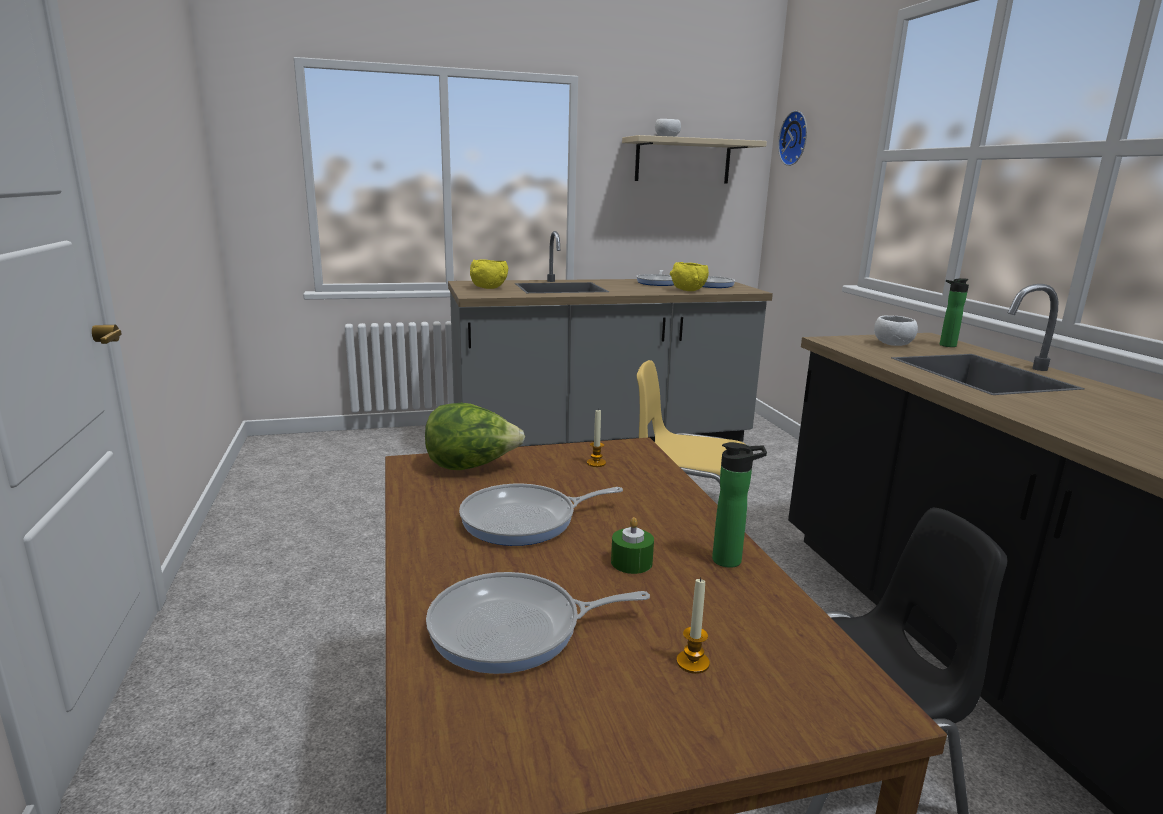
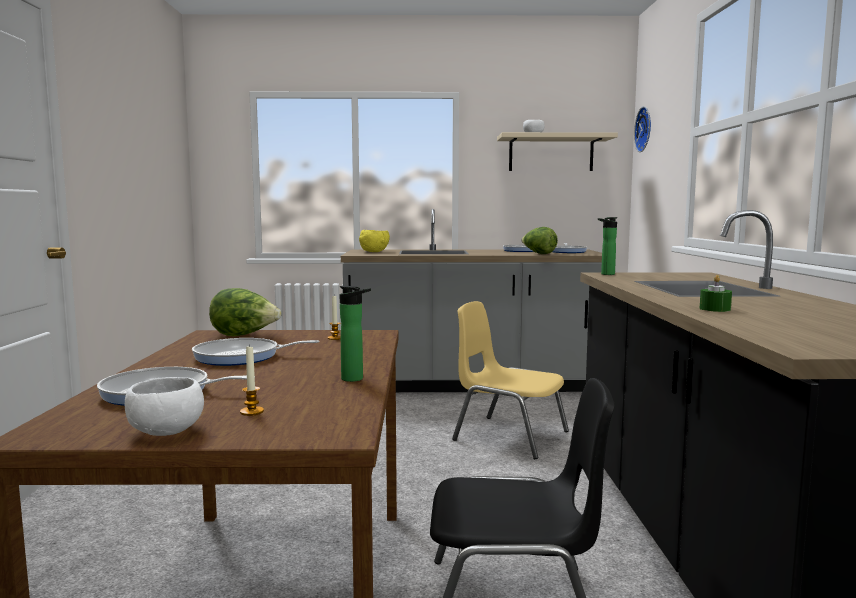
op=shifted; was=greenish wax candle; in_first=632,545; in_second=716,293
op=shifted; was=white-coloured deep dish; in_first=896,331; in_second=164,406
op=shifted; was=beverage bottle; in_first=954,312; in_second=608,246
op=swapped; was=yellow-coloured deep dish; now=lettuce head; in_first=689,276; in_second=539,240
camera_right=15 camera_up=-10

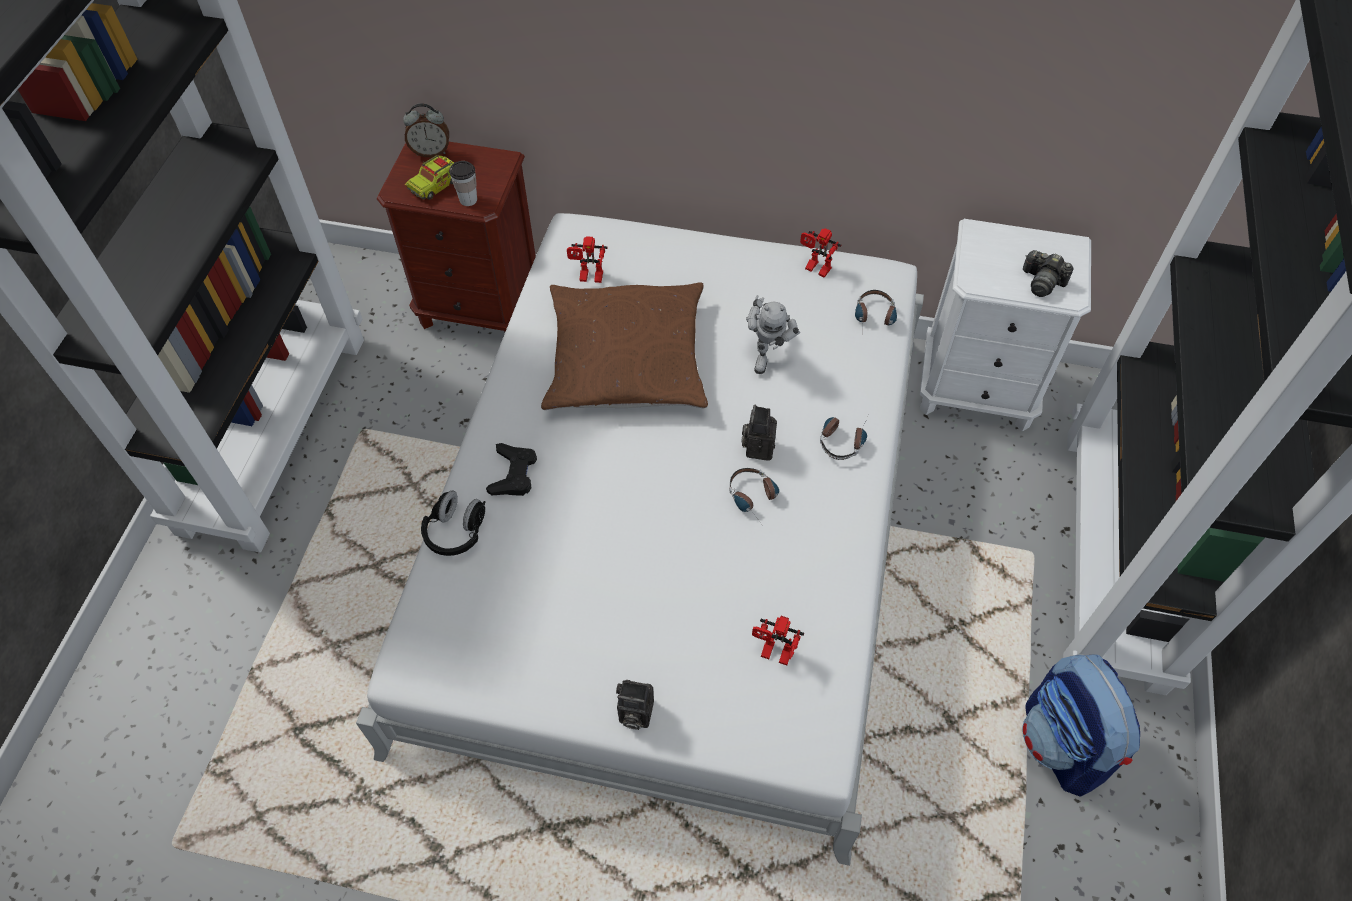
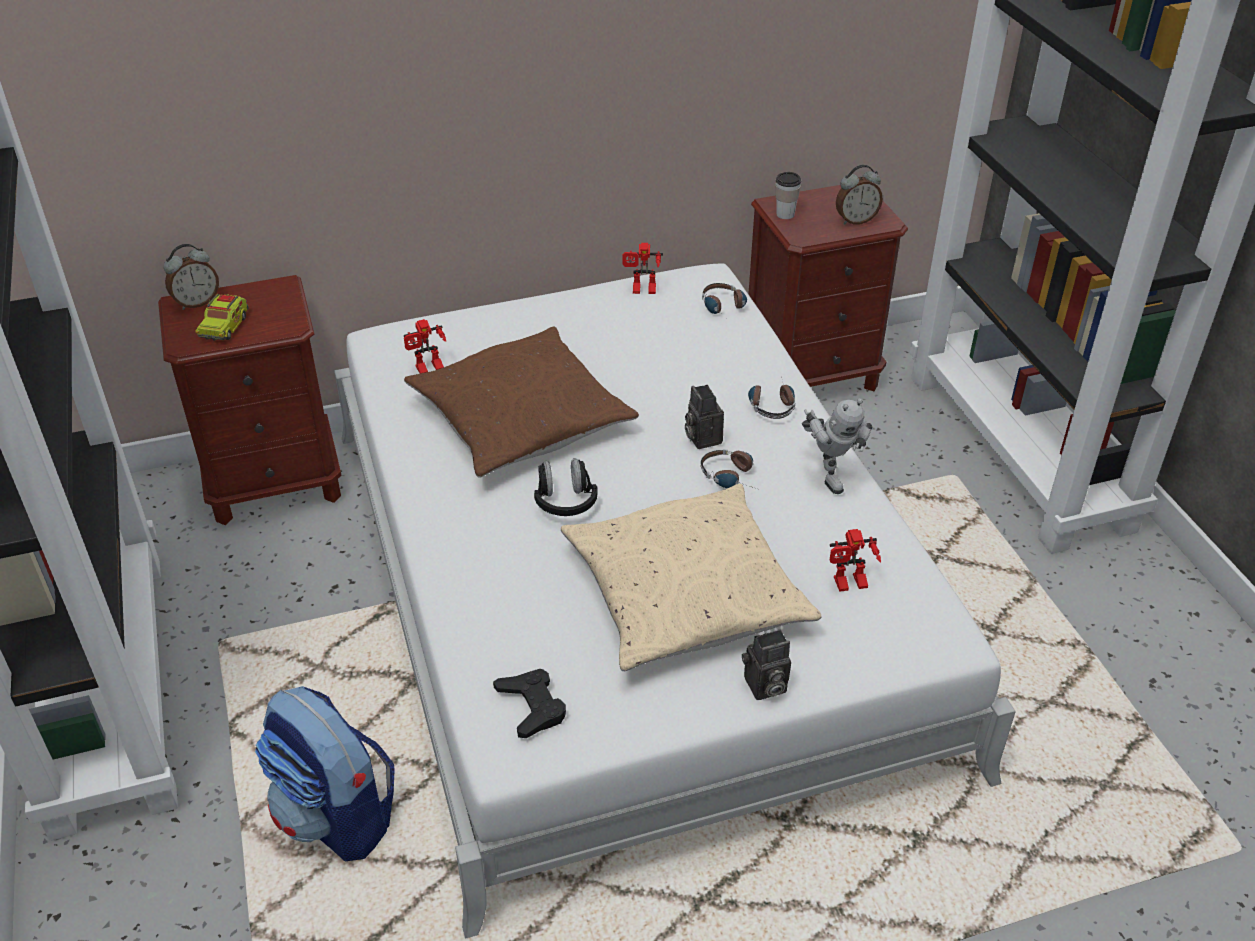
op=new; now=beige throw pillow; in_second=691,577
op=shifted; was=blackish headset; in_first=453,523; in_second=566,487
op=shifted; was=drinking cup; in_first=463,183; in_second=788,195
op=shifted; was=blackish game controller; in_first=511,469; in_second=529,703
op=shifted; was=toy robot; in_first=773,334; in_second=837,446
op=shifted; was=knapsack; in_first=1081,725; in_second=325,773
op=swapped; was=still camera; now=bedside clock; in_first=1048,273; in_second=859,195
op=repainted; was=white-coloured bedside table; now=brown bedside table; in_first=1005,325; in_second=828,288
camera_right=-30 camera_up=-15

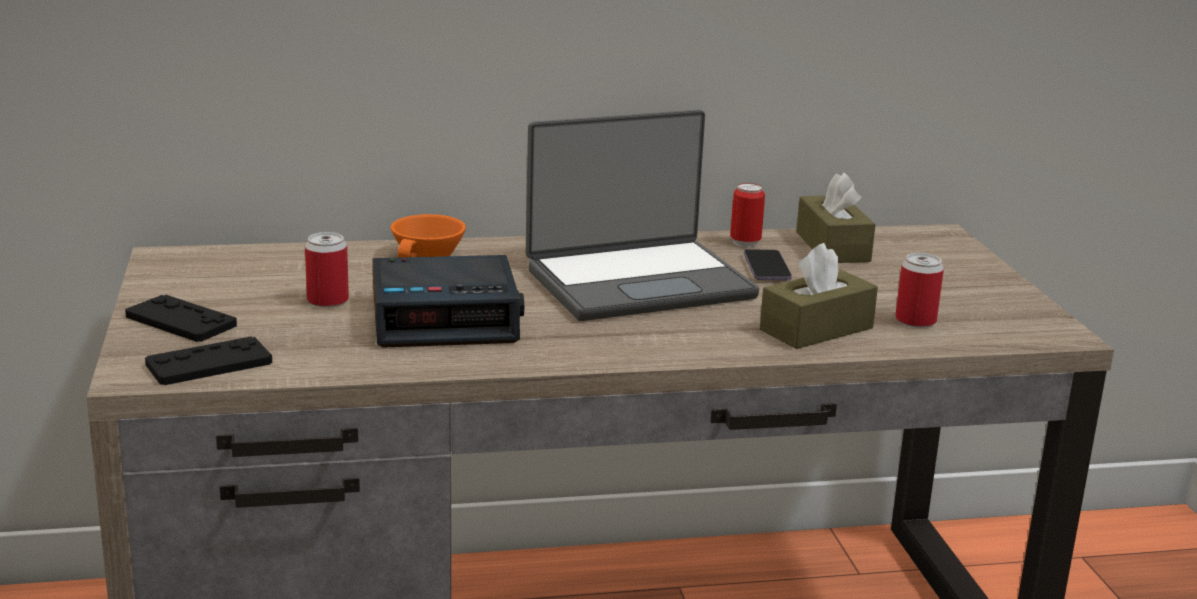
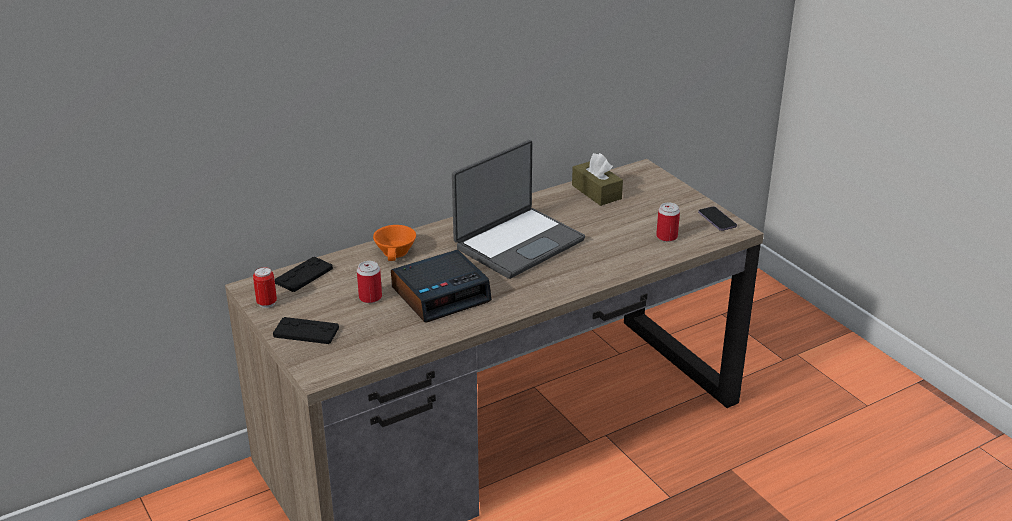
op=gone; was=brown box of tissues; in_first=819,296
op=shifted; was=blackish game controller; in_first=208,361; in_second=304,274
op=shifted; was=sealed can; in_first=747,215; in_second=265,287
op=shifted; was=telephone; in_first=768,264; in_second=717,219
camera_right=-20 camera_up=10

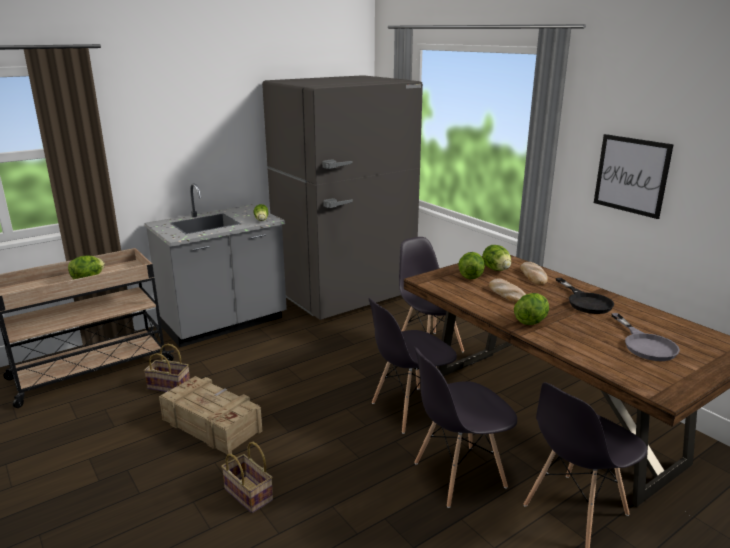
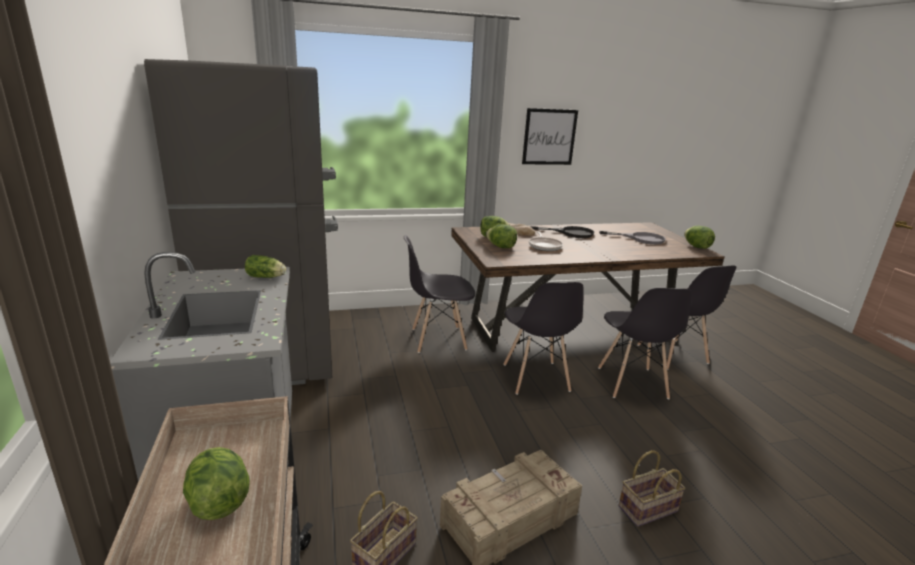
op=shifted; was=lettuce head; in_first=531,309; in_second=699,237
op=swapped; was=bread; now=frying pan; in_first=507,290; in_second=546,241
camera_right=-70 camera_up=0

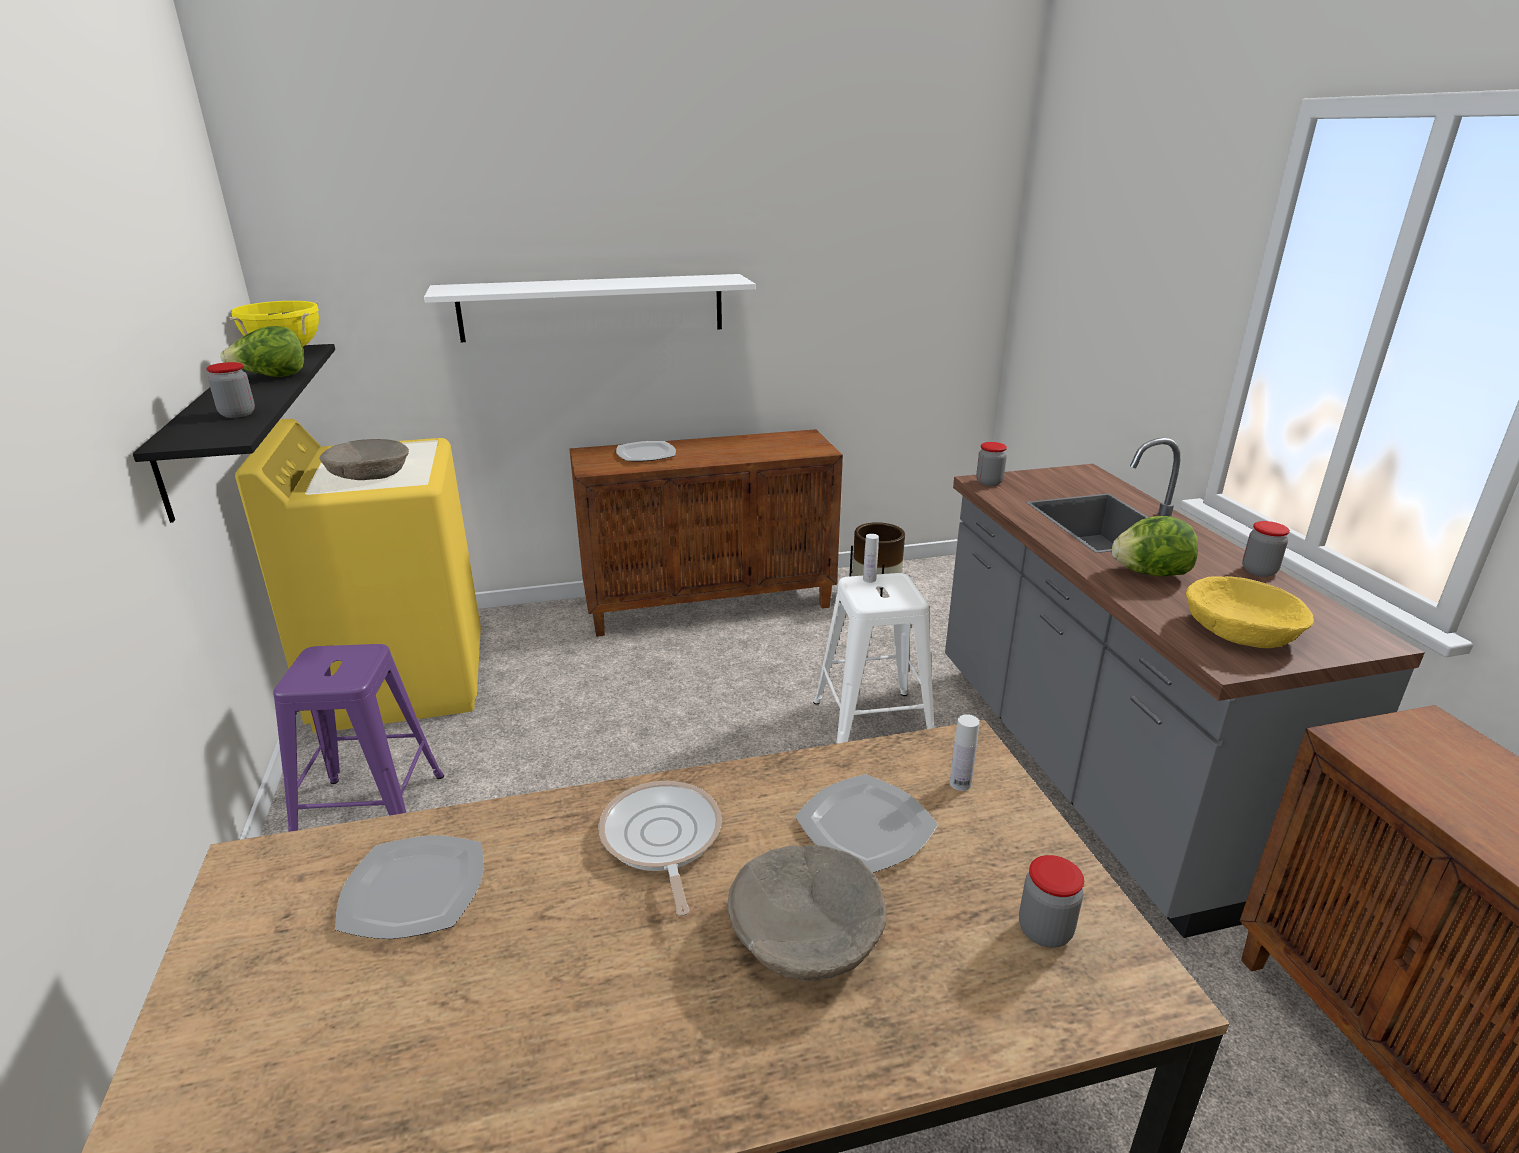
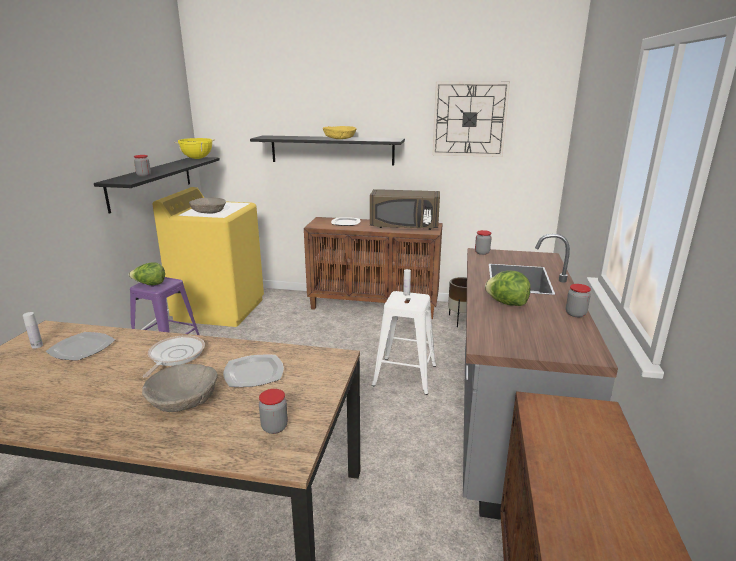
op=new; now=brown microwave oven; in_second=405,209
op=new; now=wall clock; in_second=471,119
op=shifted; was=lettuce head; in_first=262,351; in_second=147,273
op=shifted; was=white-coloured beverage bottle; in_first=965,752; in_second=33,330
op=shifted; was=yellow-coloured deep dish; in_first=1250,612; in_second=340,132
op=repainted; was=white-coloured shelf; now=blackish shelf; in_first=589,308; in_second=327,150
camera_right=25 camera_up=-5

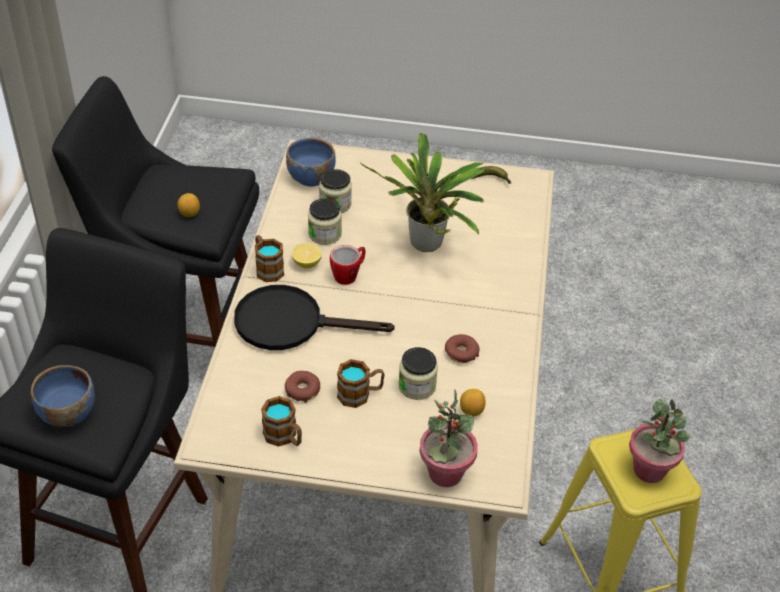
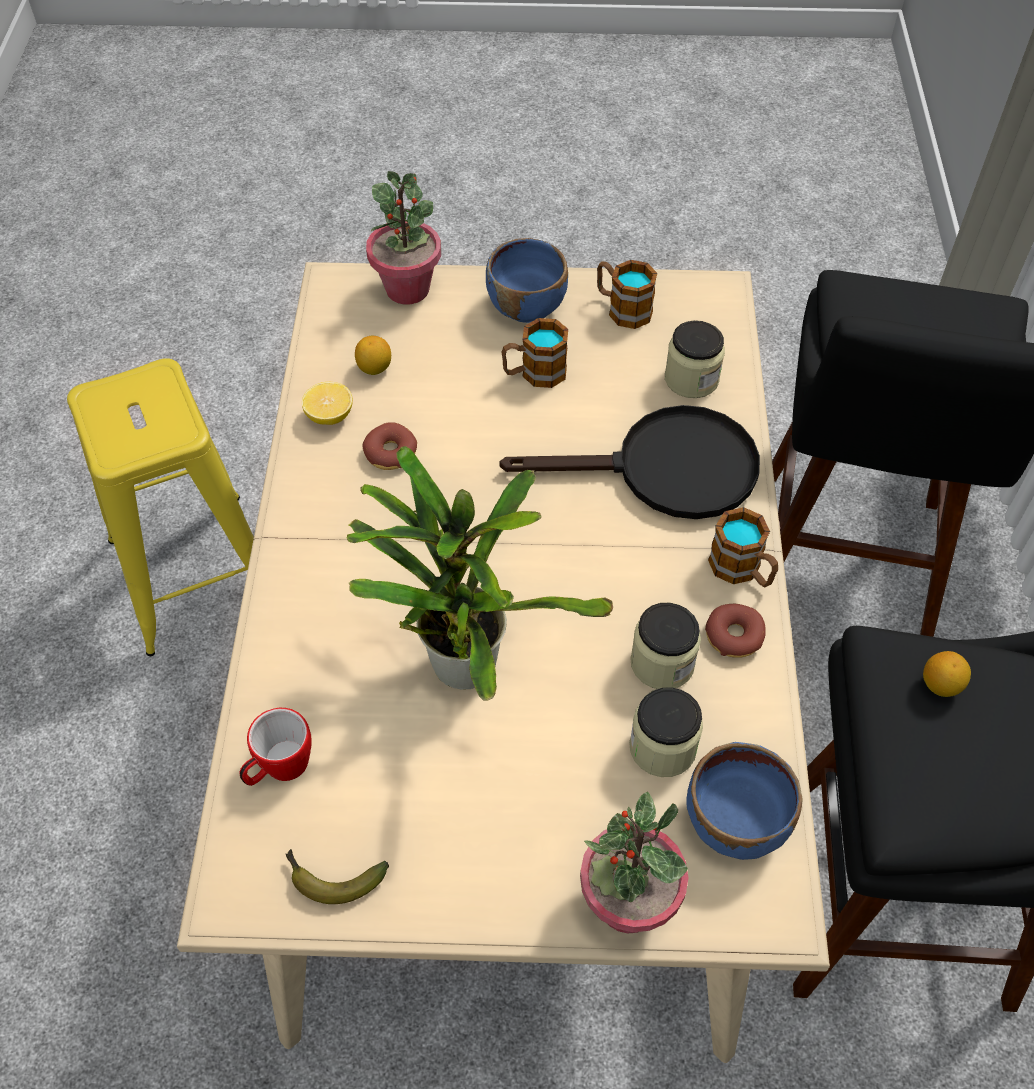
op=shifted; was=blue-coloured deep dish; in_first=62,396; in_second=527,280
op=shifted; was=ring doughnut; in_first=302,387; in_second=735,631
op=shifted; was=lemon; in_first=306,255; in_second=327,403
op=shifted; was=mug; in_first=348,265; in_second=275,747
op=shifted; was=jar; in_first=418,373; in_second=695,359
op=shifted; was=potted plant; in_first=659,441; in_second=634,862
camera_right=175 camera_up=10

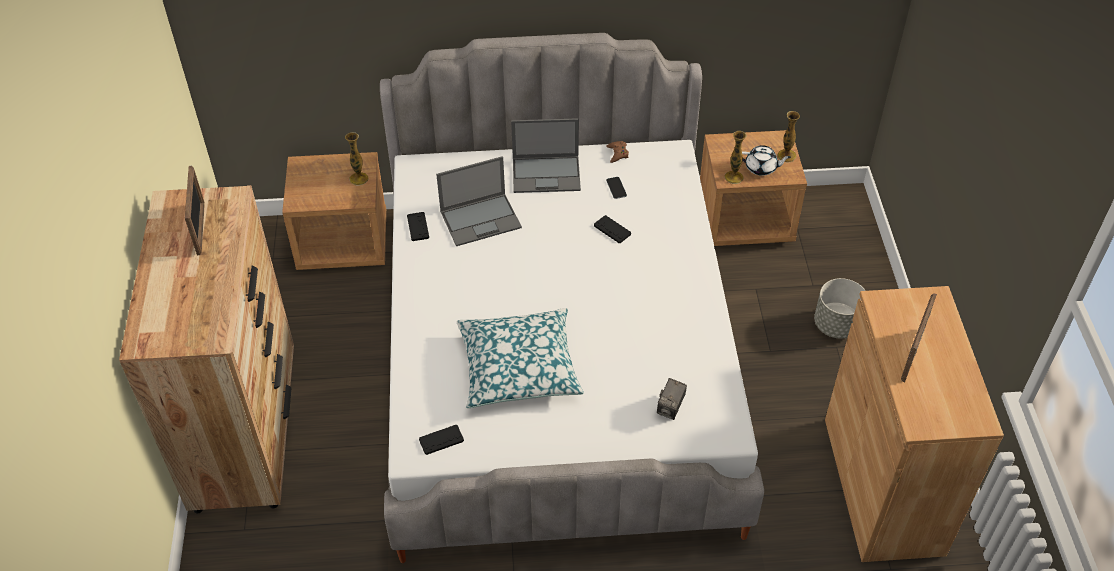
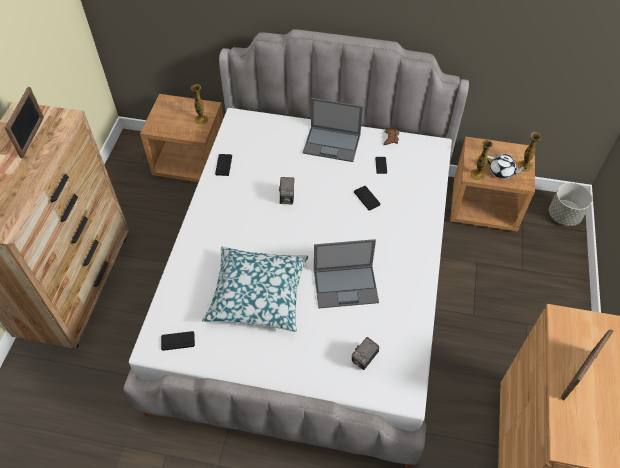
op=new; now=still camera; in_second=286,190
op=shifted; was=notebook computer; in_first=479,201; in_second=346,273
op=shifted; was=grey flower pot; in_first=840,308; in_second=570,204
camera_right=15 camera_up=5

